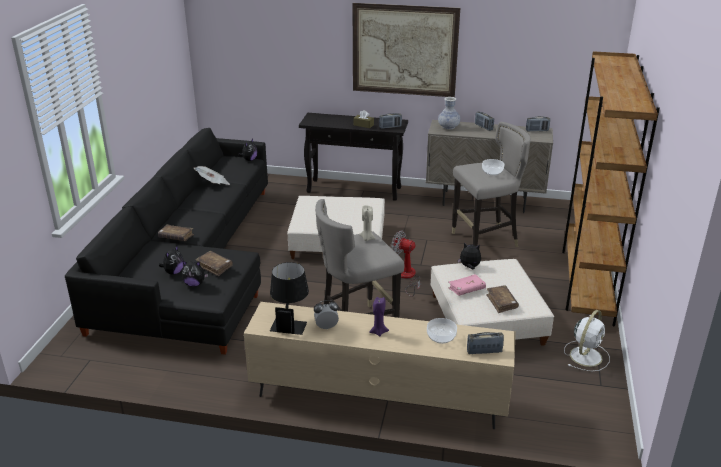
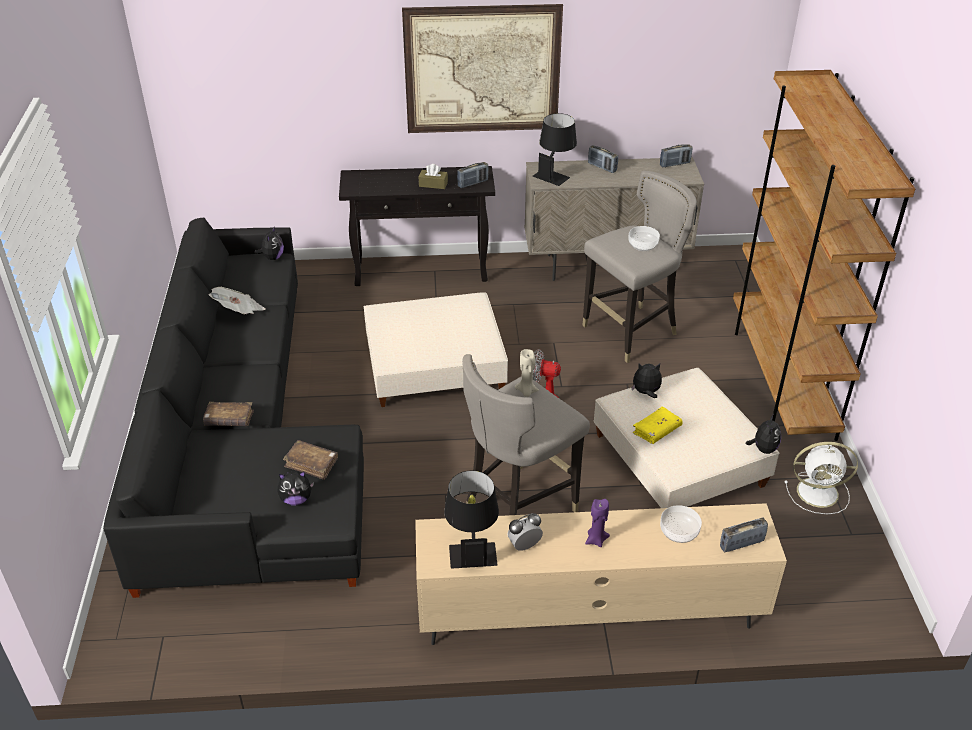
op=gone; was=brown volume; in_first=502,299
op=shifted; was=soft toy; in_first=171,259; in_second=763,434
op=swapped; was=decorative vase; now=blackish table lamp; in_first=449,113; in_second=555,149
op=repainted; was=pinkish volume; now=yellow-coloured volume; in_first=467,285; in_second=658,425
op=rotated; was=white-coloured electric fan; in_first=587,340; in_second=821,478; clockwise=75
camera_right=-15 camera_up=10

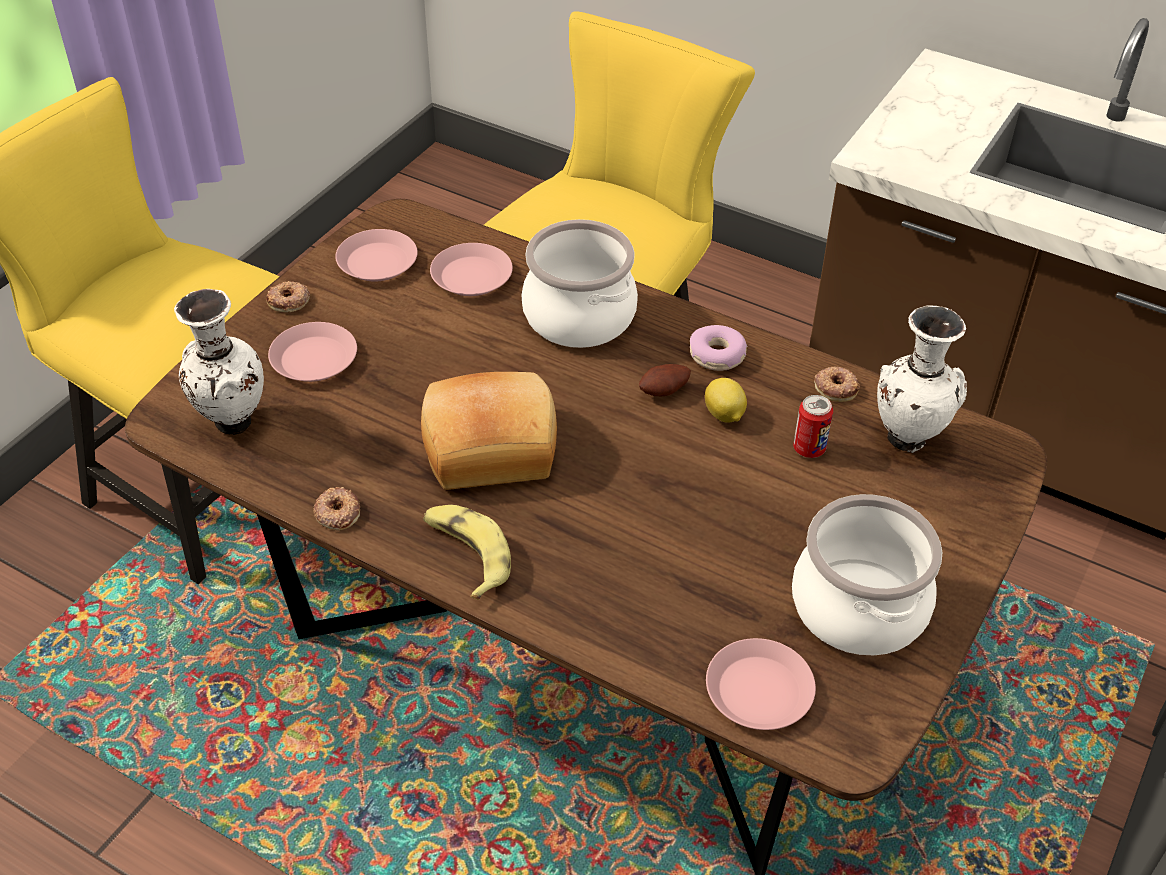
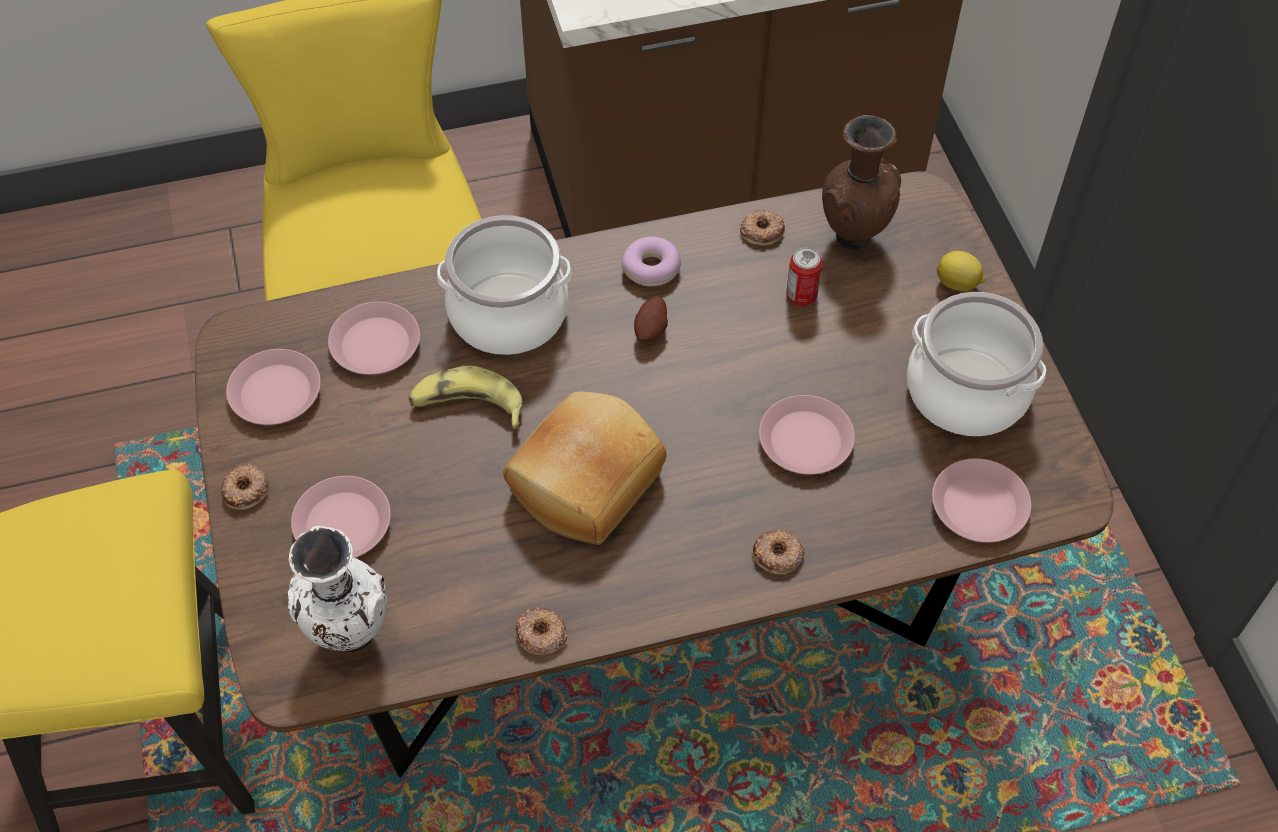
op=new; now=ring doughnut; in_second=778,552
op=new; now=pinkish plate; in_second=807,435
op=shifted; was=whole banana; in_first=467,552; in_second=465,397
op=shifted; was=lemon; in_first=726,400; in_second=961,271
op=repainted; was=white-coloured decorative vase; now=brown decorative vase; in_first=922,379; in_second=861,182
camera_right=-45 camera_up=10

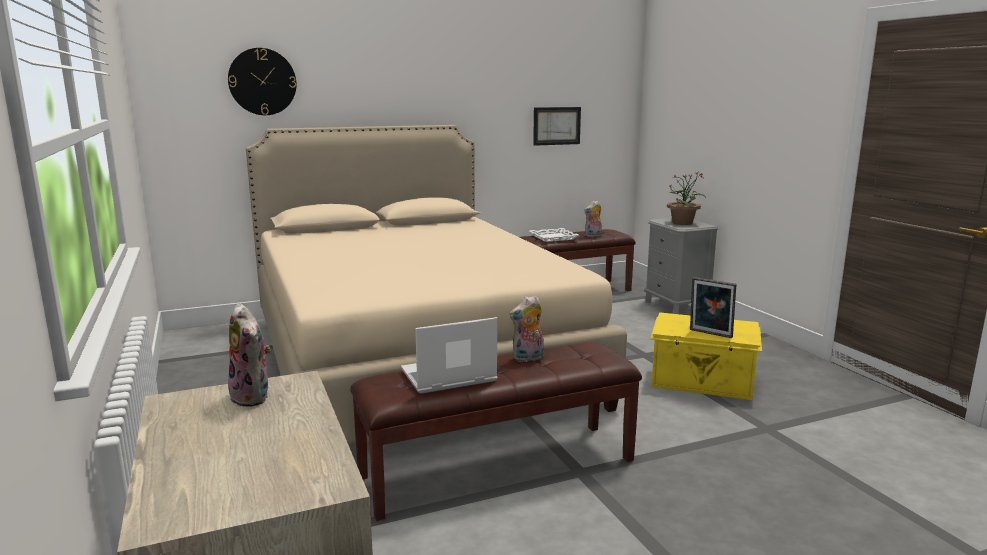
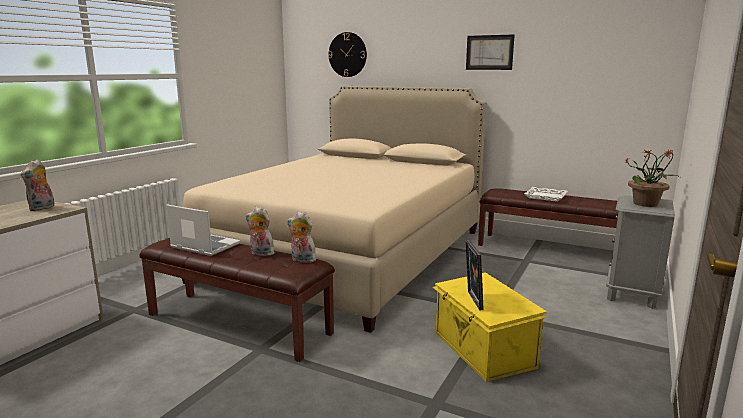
op=shifted; was=picture; in_first=557,126; in_second=490,52
op=shifted; was=soft toy; in_first=593,218; in_second=301,237
camera_right=50 camera_up=0

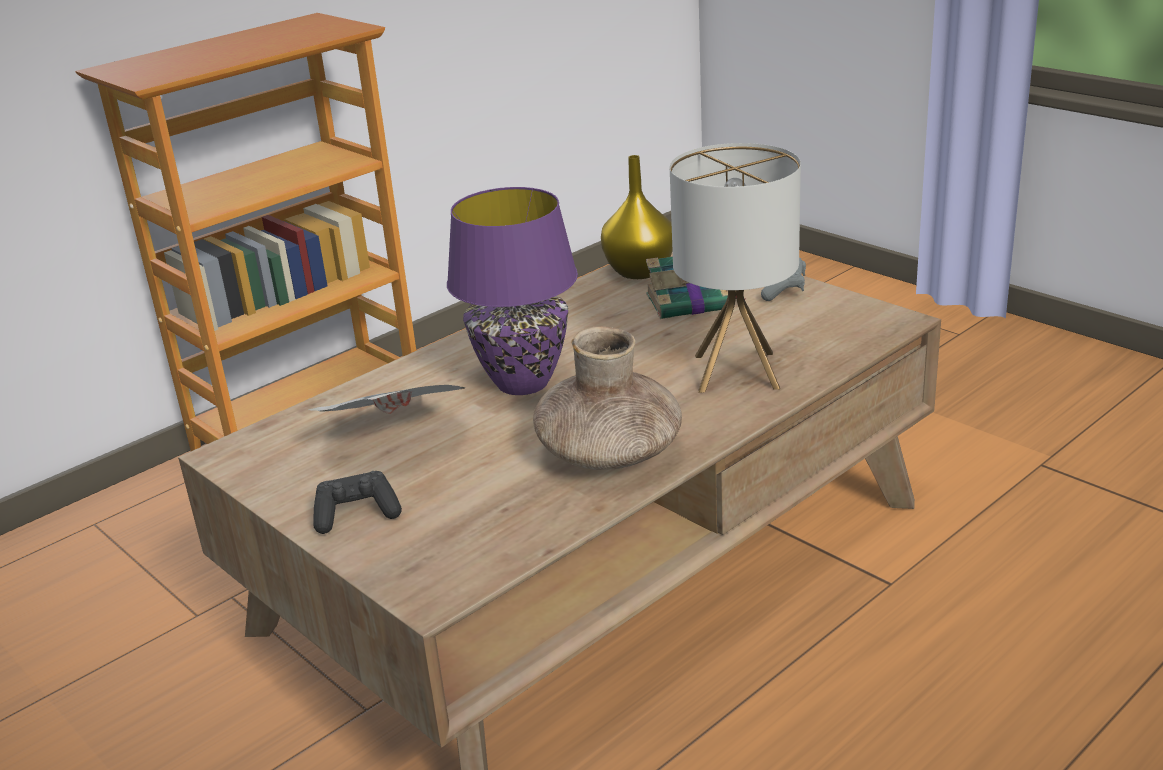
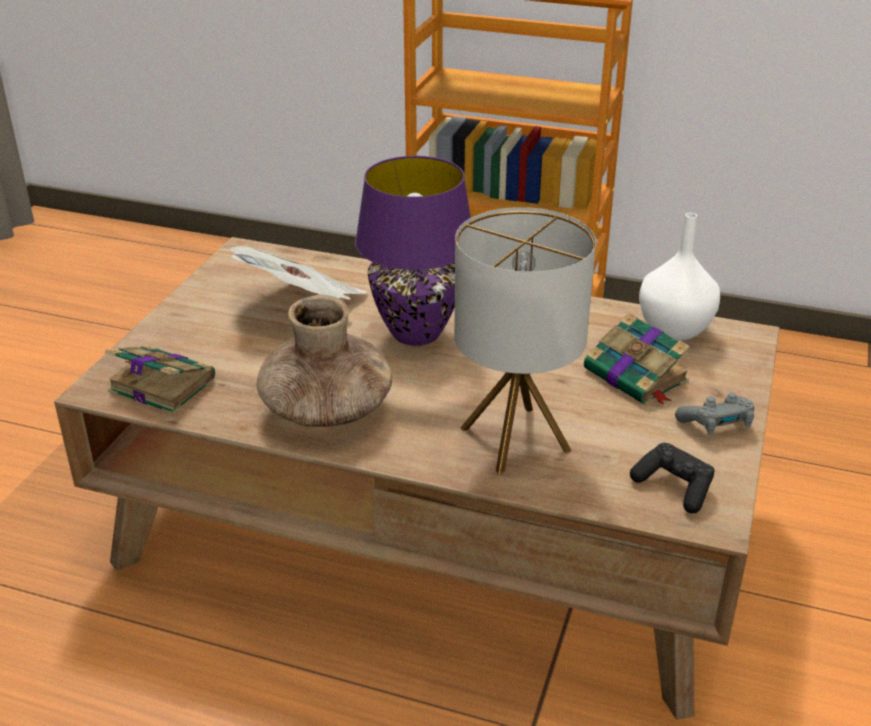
op=new; now=volume; in_second=160,379
op=shifted; was=blackish game controller; in_first=357,502; in_second=672,478
op=repainted; was=yellow-coloured decorative vase; now=white-coloured decorative vase; in_first=636,217; in_second=679,277
camera_right=60 camera_up=5

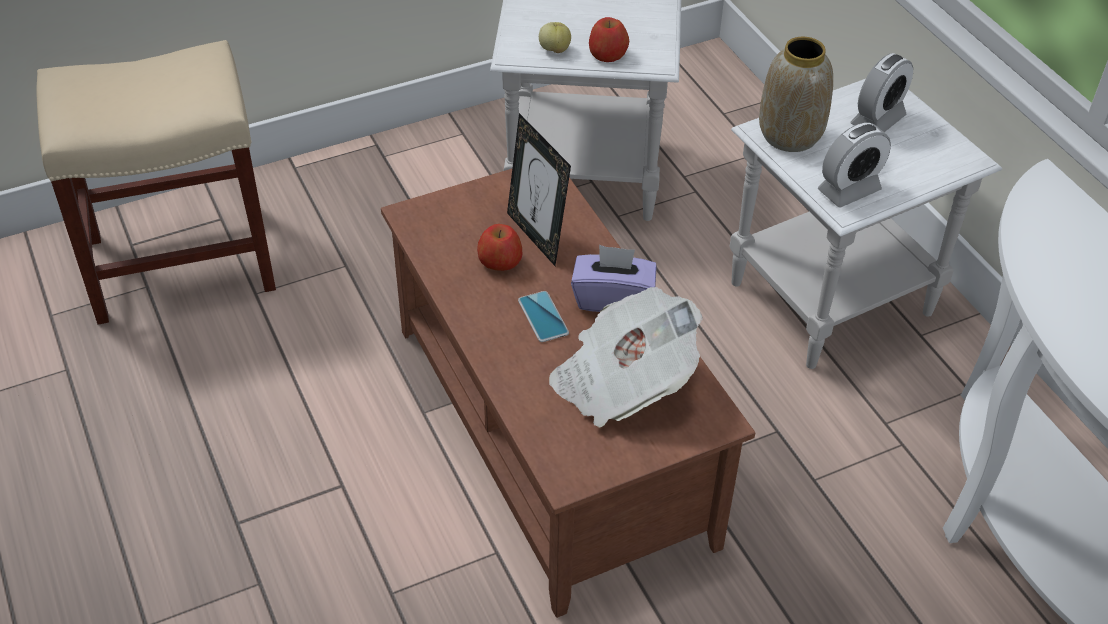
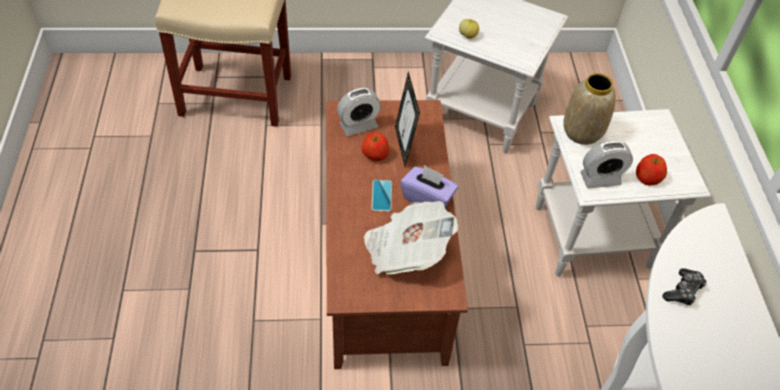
op=new; now=game controller; in_second=684,287
op=shifted; was=apple fruit; in_first=609,39; in_second=651,170
op=shifted; was=bedside clock; in_first=881,92; in_second=359,112
camera_right=20 camera_up=5

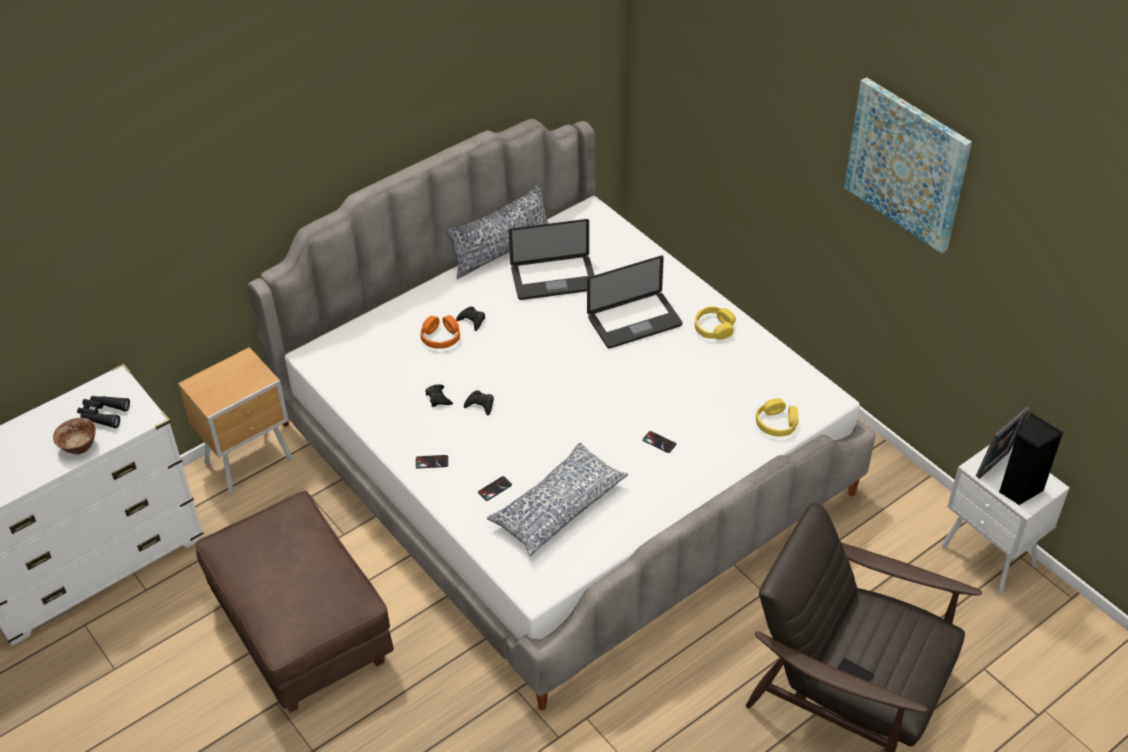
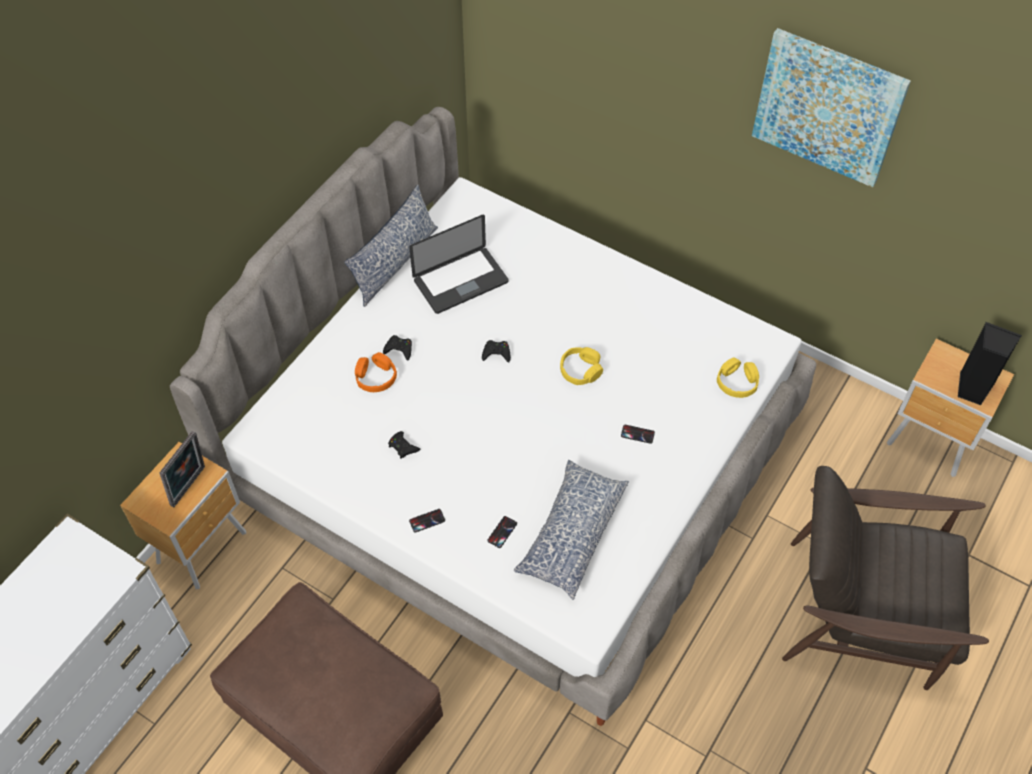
op=gone; was=deep dish; in_first=74,436
op=gone; was=blackish pair of binoculars; in_first=103,412
op=gone; was=notebook computer; in_first=635,302
op=gone; was=telephone; in_first=856,670
op=shifted; was=blackish game controller; in_first=479,403; in_second=496,351
op=shifted; was=yellow-coloured headset; in_first=715,323; in_second=581,366
op=shifted; was=standing frame; in_first=1003,442; in_second=182,469
op=repainted; was=white-coloured bedside table; now=brown bedside table; in_first=1006,519; in_second=950,408
camera_right=-20 camera_up=10

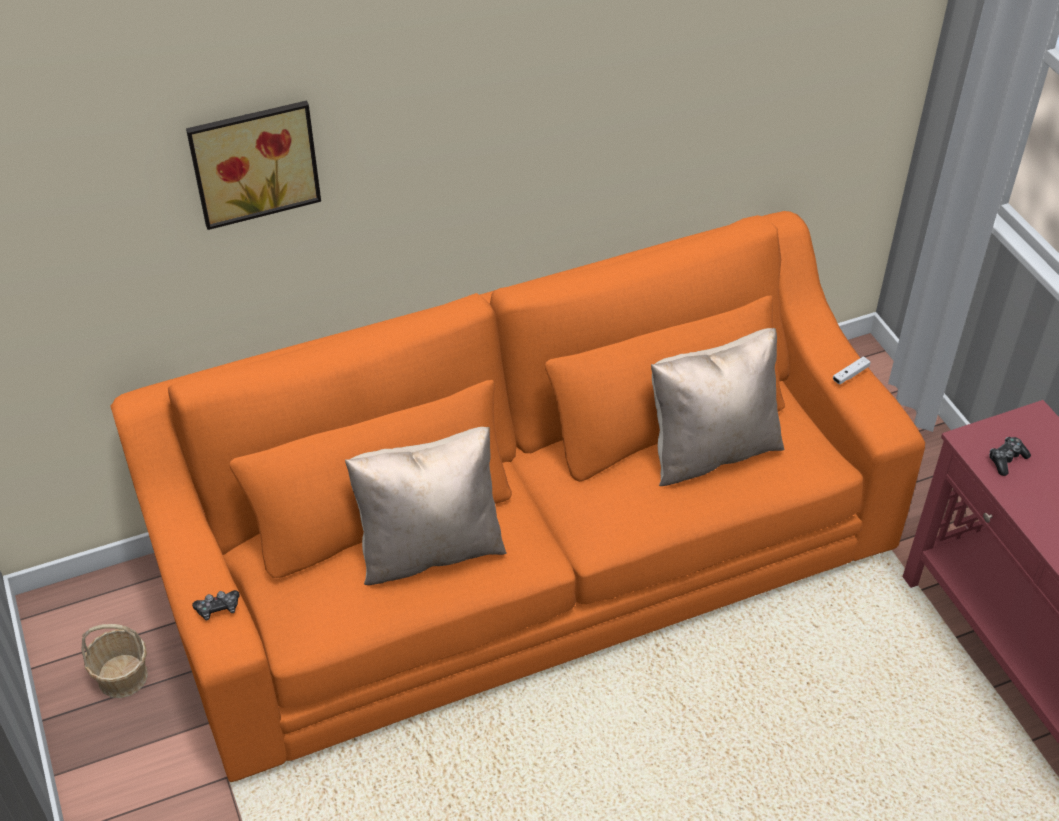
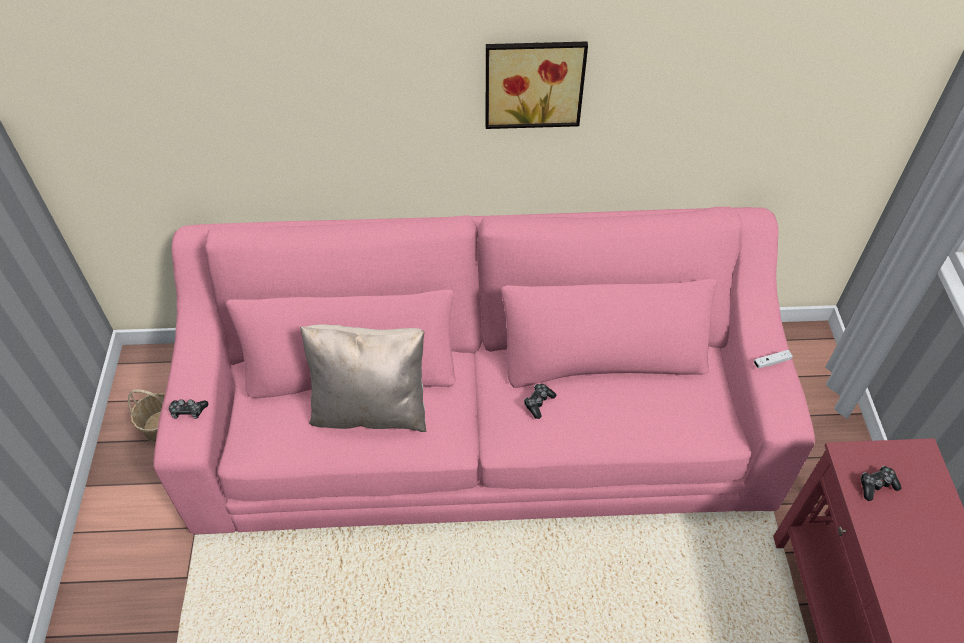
op=gone; was=beige throw pillow; in_first=717,407
op=new; now=game controller; in_second=540,401
op=shifted; was=picture; in_first=253,165; in_second=536,85
op=repainted; was=orange couch; now=pinkish couch; in_first=517,496; in_second=484,370
camera_right=20 camera_up=5

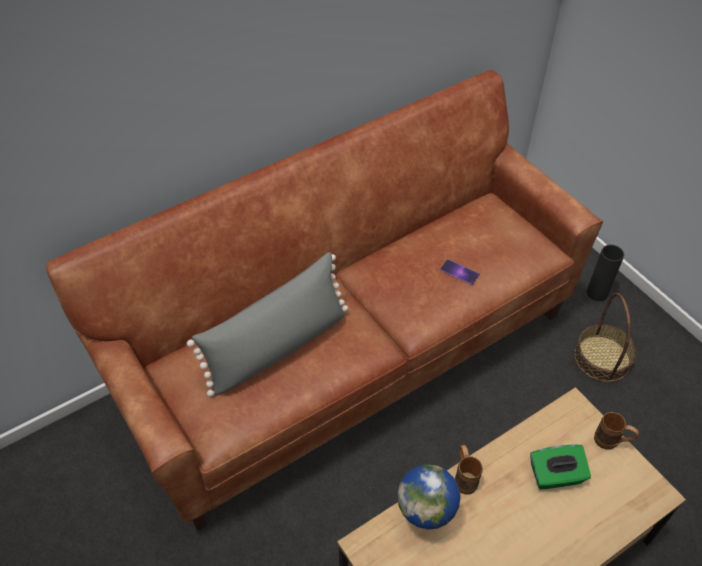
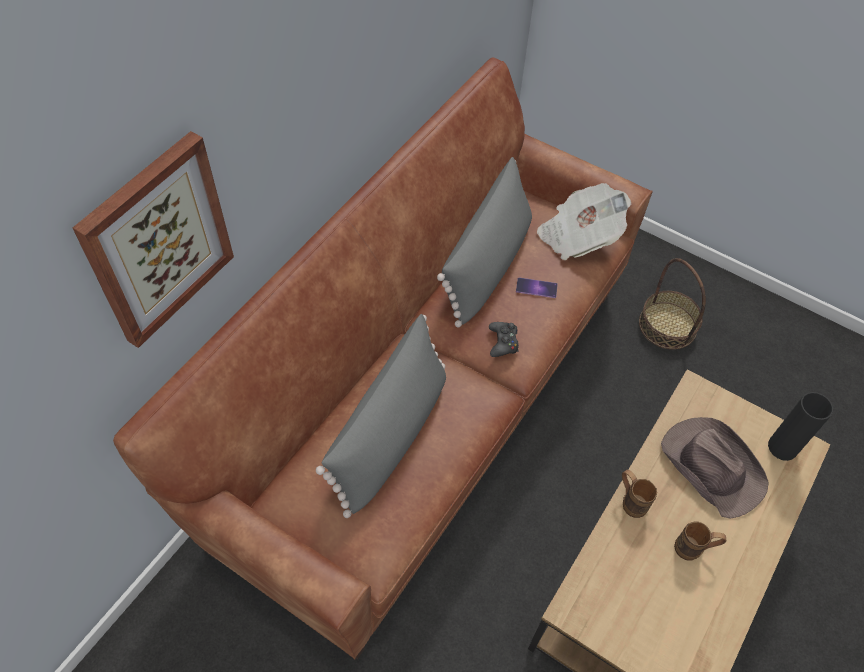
op=gone; was=globe; in_first=429,496
op=new; now=picture; in_second=153,239
op=new; now=grey throw pillow; in_second=484,242
op=new; now=blackish game controller; in_second=504,339
op=new; now=printed paper; in_second=584,221
op=shifted; was=blackish decorative vase; in_first=605,273; in_second=800,426
op=shifted; was=brown mug; in_first=616,431; in_second=700,541
op=swapped; was=greenish box of tissues; now=brown hat; in_first=560,466; in_second=715,468
camera_right=-25 camera_up=5

